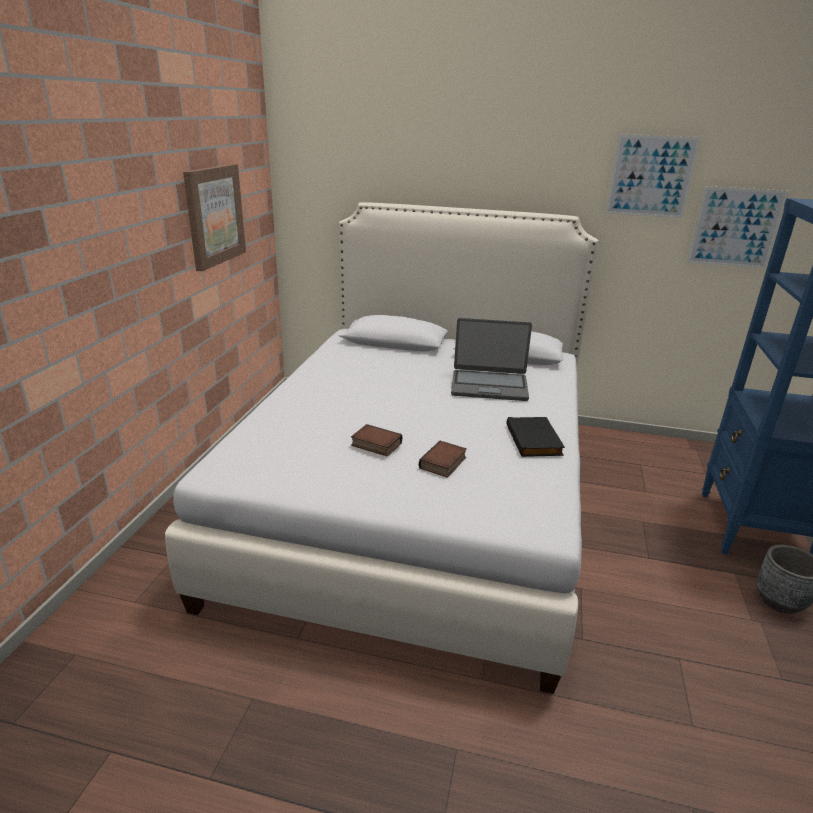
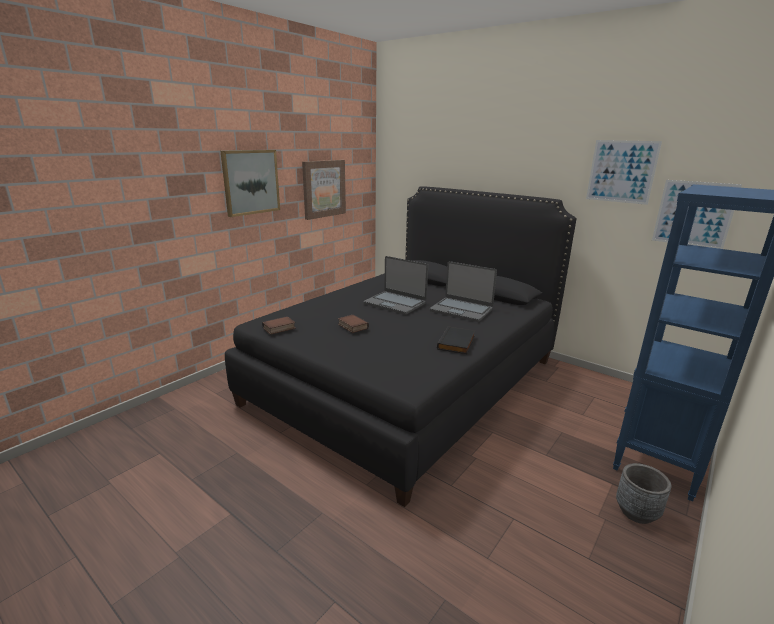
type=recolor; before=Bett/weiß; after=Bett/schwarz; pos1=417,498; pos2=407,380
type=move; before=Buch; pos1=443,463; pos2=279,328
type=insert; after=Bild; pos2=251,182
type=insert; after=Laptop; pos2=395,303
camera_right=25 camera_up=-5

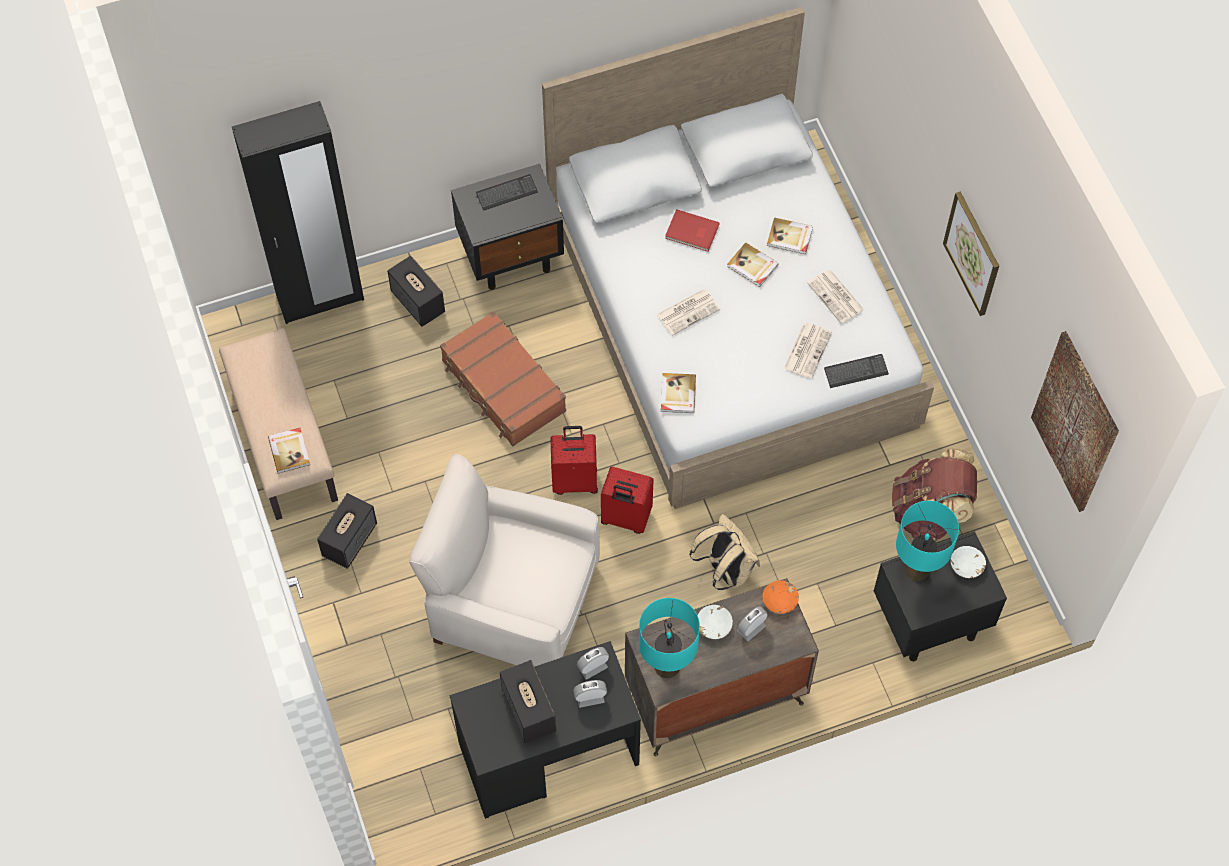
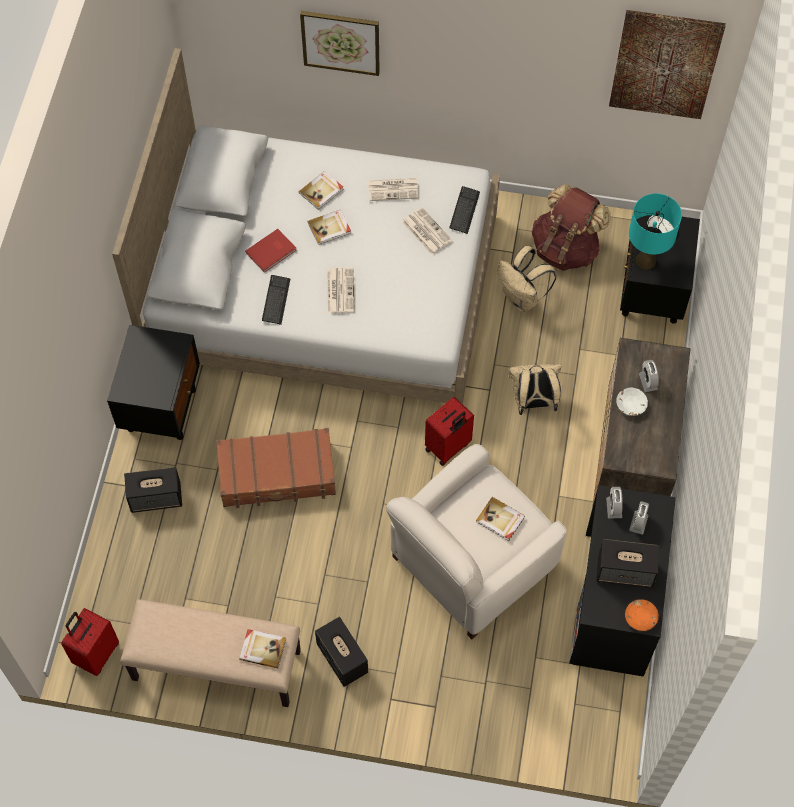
type=delete; before=Kleiderschrank/schwarz; pos1=320,299
type=move; before=Tastatur; pos1=506,193; pos2=276,300
type=move; before=Bild; pos1=972,253; pos2=341,42
type=move; before=Buch; pos1=677,394; pos2=500,520
type=move; before=Koffer/rot; pos1=575,480; pos2=96,653
type=move; before=Schüssel/orange; pos1=780,600; pos2=641,617
type=delete; before=Tischlampe/türkis; pos1=667,666
type=insert; after=Rucksack/beige; pos2=522,298
camera_right=-60 camera_up=0

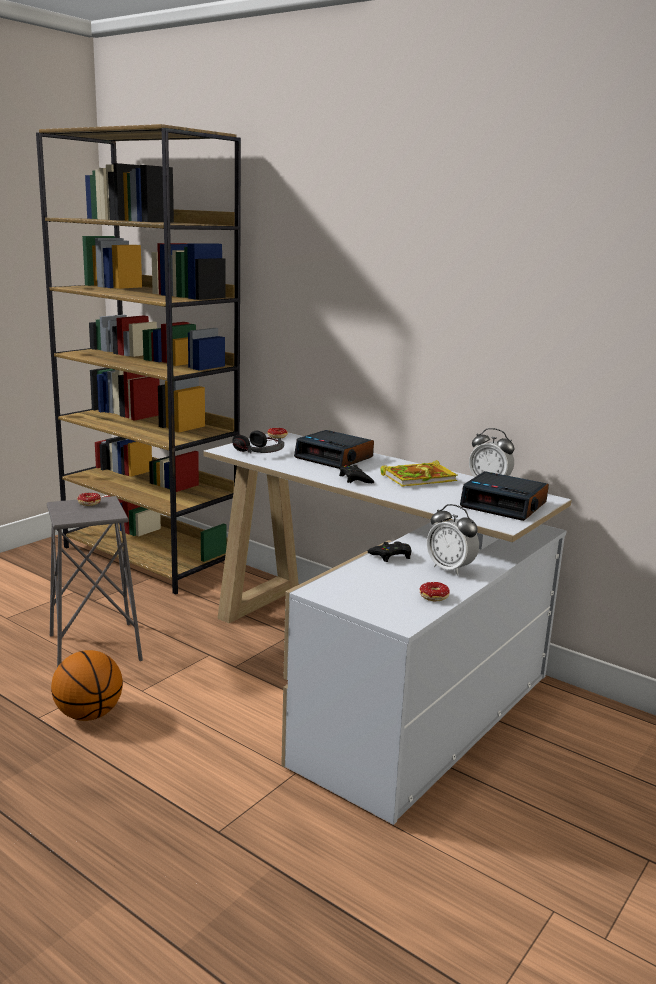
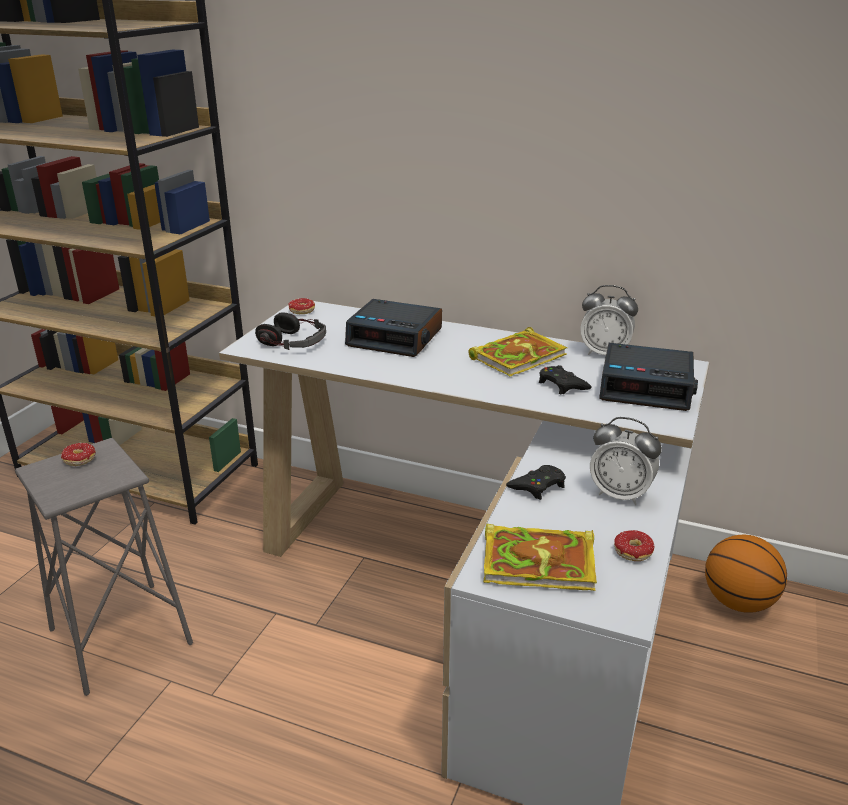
type=move; before=Gamepad/schwarz; pos1=355,479; pos2=562,385
type=move; before=Basketball; pos1=89,714; pos2=738,601
type=insert; after=Buch; pos2=541,562
camera_right=-15 camera_up=10

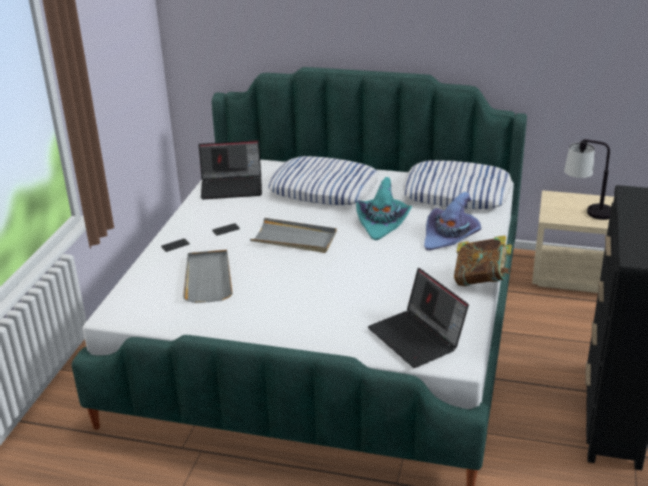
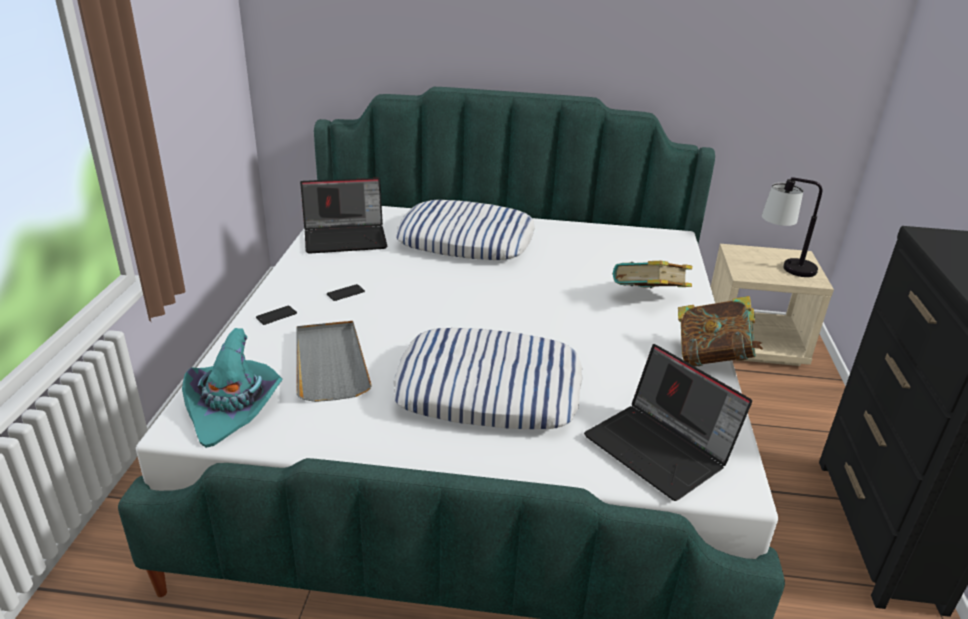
type=move; before=Kissen; pos1=457,193; pos2=489,389
type=move; before=Hut/türkis; pos1=383,223; pos2=233,407
type=replace; before=Hut/lila; after=Buch; pos1=451,237; pos2=648,299
type=delete; before=Tablett/grau; pos1=294,239
camera_right=-10 camera_up=0

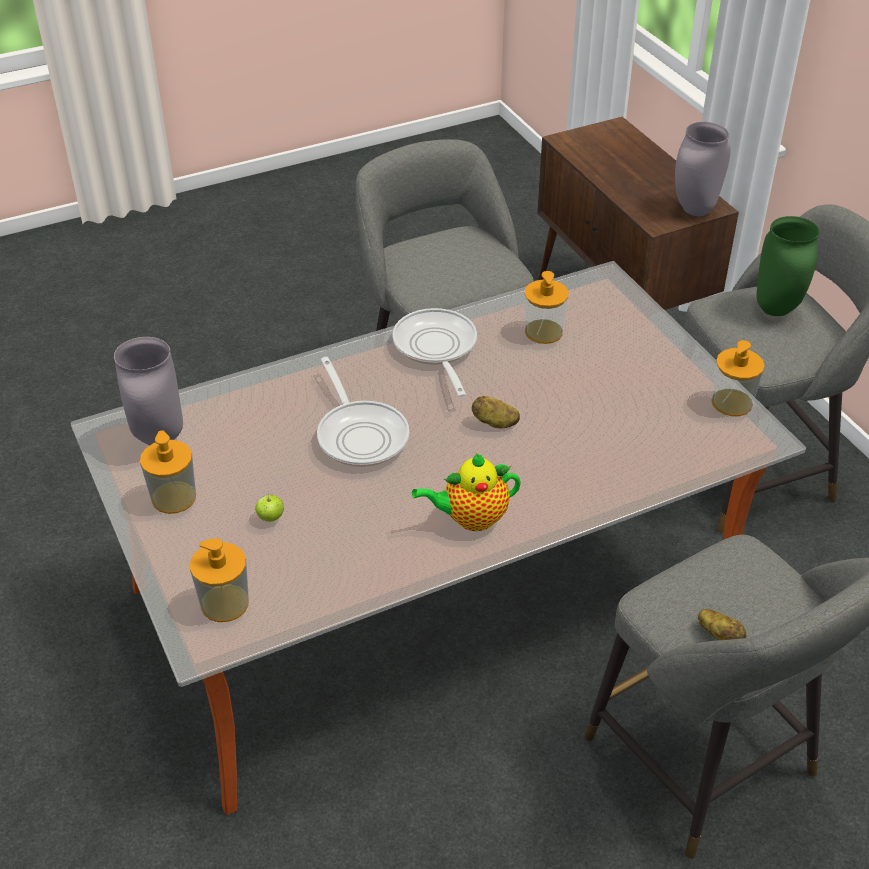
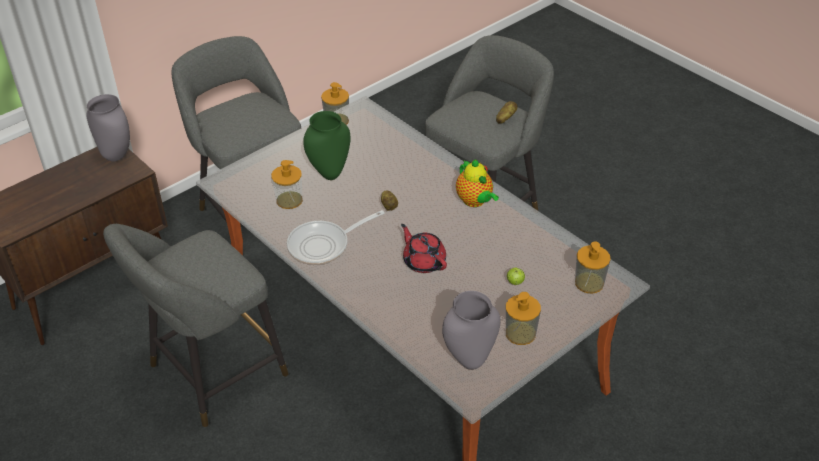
type=move; before=Vase/grün; pos1=775,310; pos2=330,175
type=replace; before=Pfanne; after=Teekanne/rot; pos1=360,434; pos2=424,261
camera_right=-105 camera_up=0

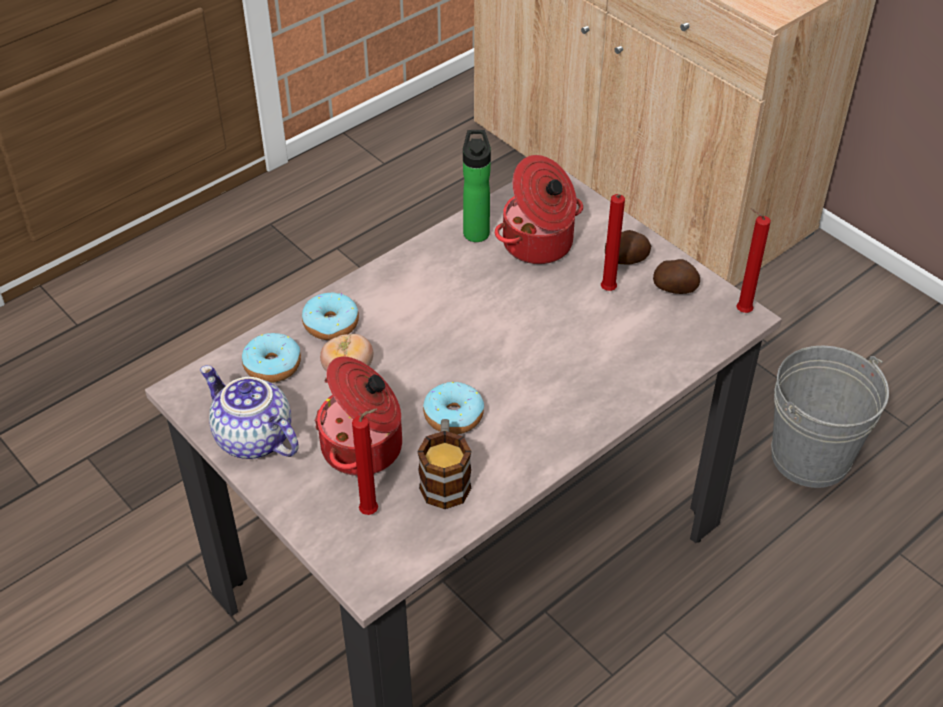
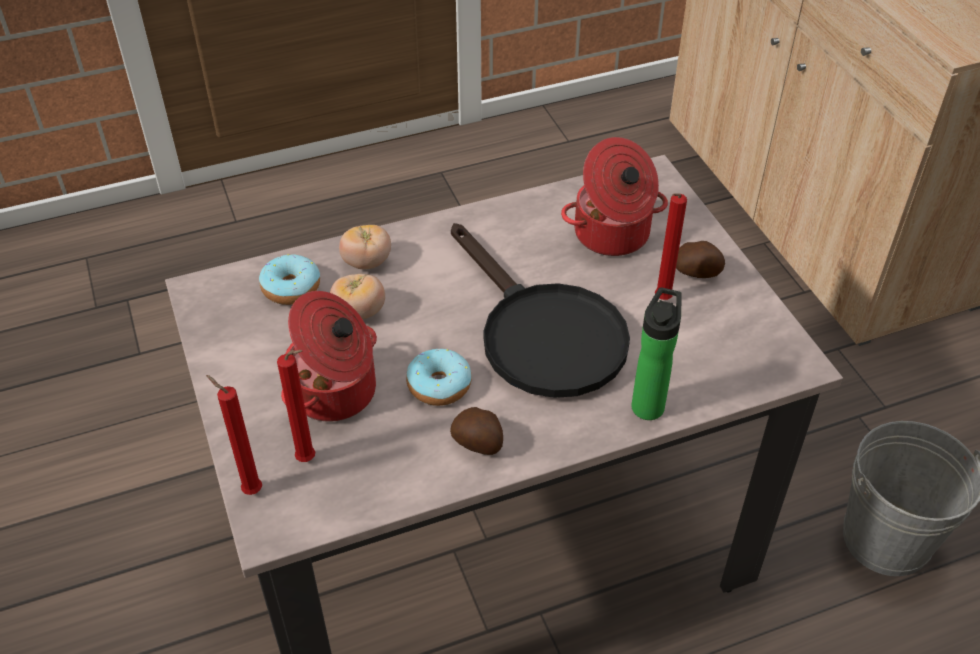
type=move; before=Flasche; pos1=476,231; pos2=649,403
type=move; before=Kerze/rot; pos1=740,311; pos2=249,490
type=move; before=Kartoffel; pos1=675,289; pos2=479,443
type=replace; before=Donut; after=Tomate; pos1=331,324; pos2=367,262
type=delete; before=Teekanne; pos1=252,439
type=delete; before=Henkelbecher; pos1=445,478
type=insert; after=Pfanne/schwarz; pos2=541,334
camera_right=20 camera_up=0

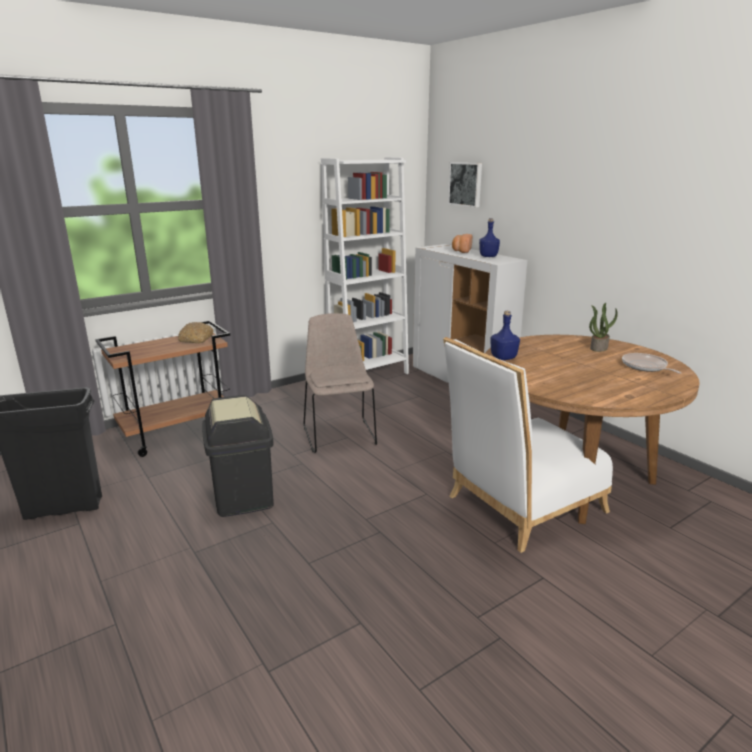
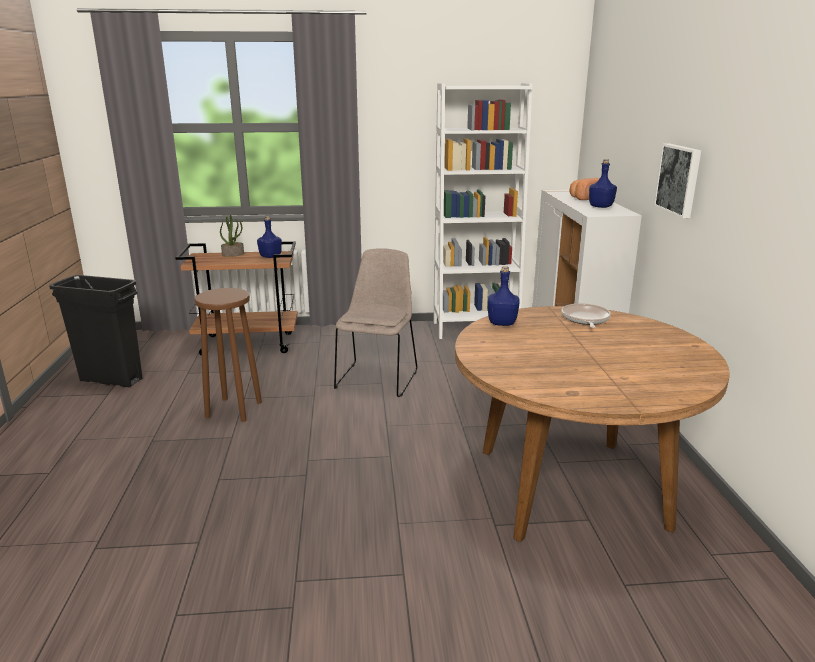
type=move; before=Bild; pos1=466,184; pos2=679,179
type=move; before=Topfpflanze; pos1=598,348; pos2=233,254
type=replace; before=Brot; after=Flasche/blau; pos1=196,339; pos2=270,256
type=delete; before=Stuhl/weiß; pos1=519,507
type=move; before=Pfanne; pos1=645,367; pos2=585,319
type=replace; before=Mülleimer/schwarz; after=Hocker/braun; pos1=242,497; pos2=234,409
camera_right=30 camera_up=0

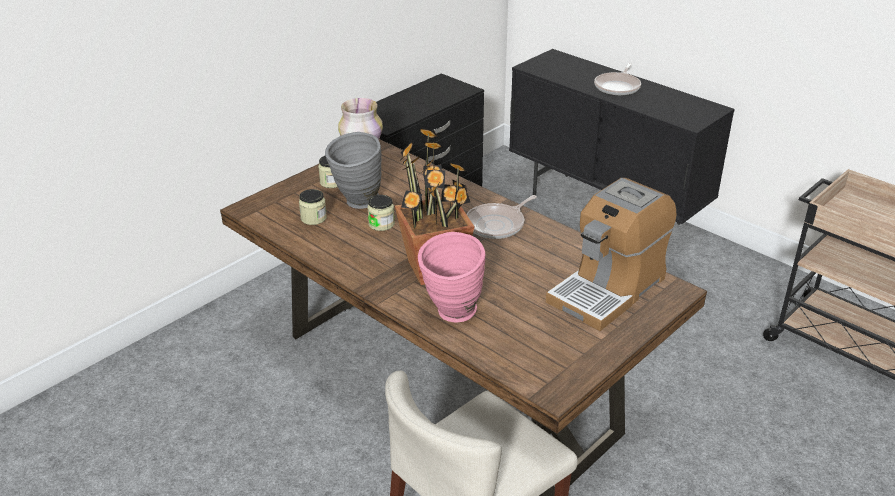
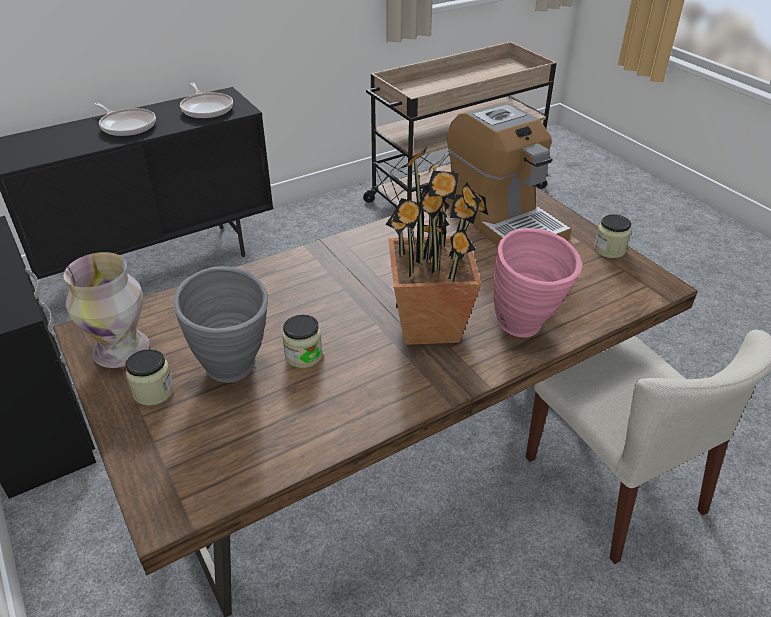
type=move; before=Vorratsglas; pos1=313,218; pos2=609,249
type=move; before=Pfanne; pos1=497,224; pos2=207,109
camera_right=-75 camera_up=5

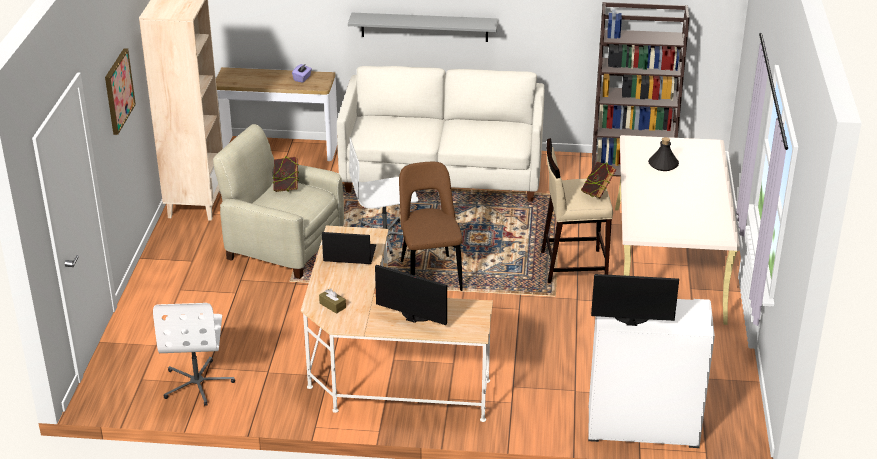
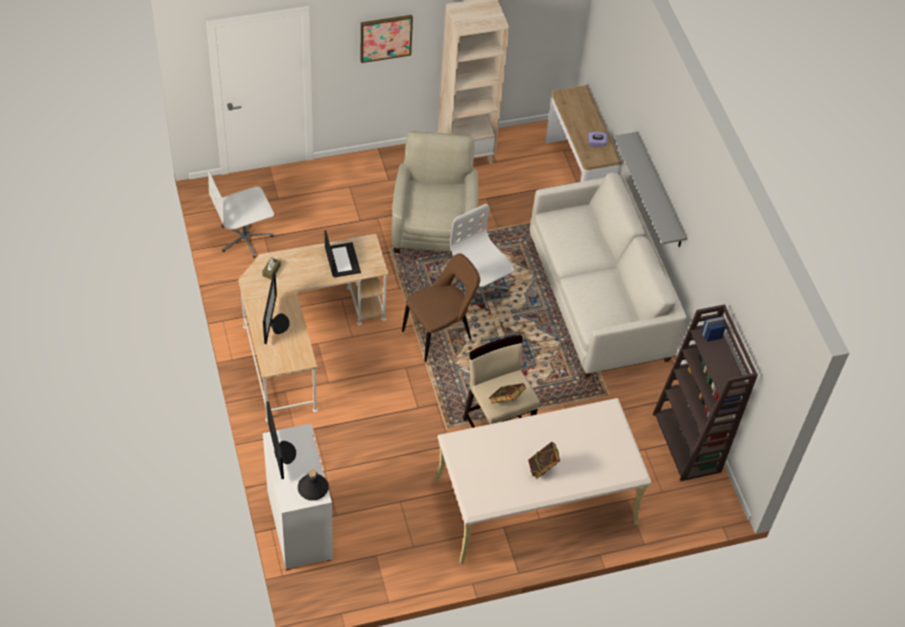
type=move; before=Flasche/schwarz; pos1=663,165; pos2=313,488
type=move; before=Buch; pos1=286,188; pos2=542,468
camera_right=65 camera_up=20

